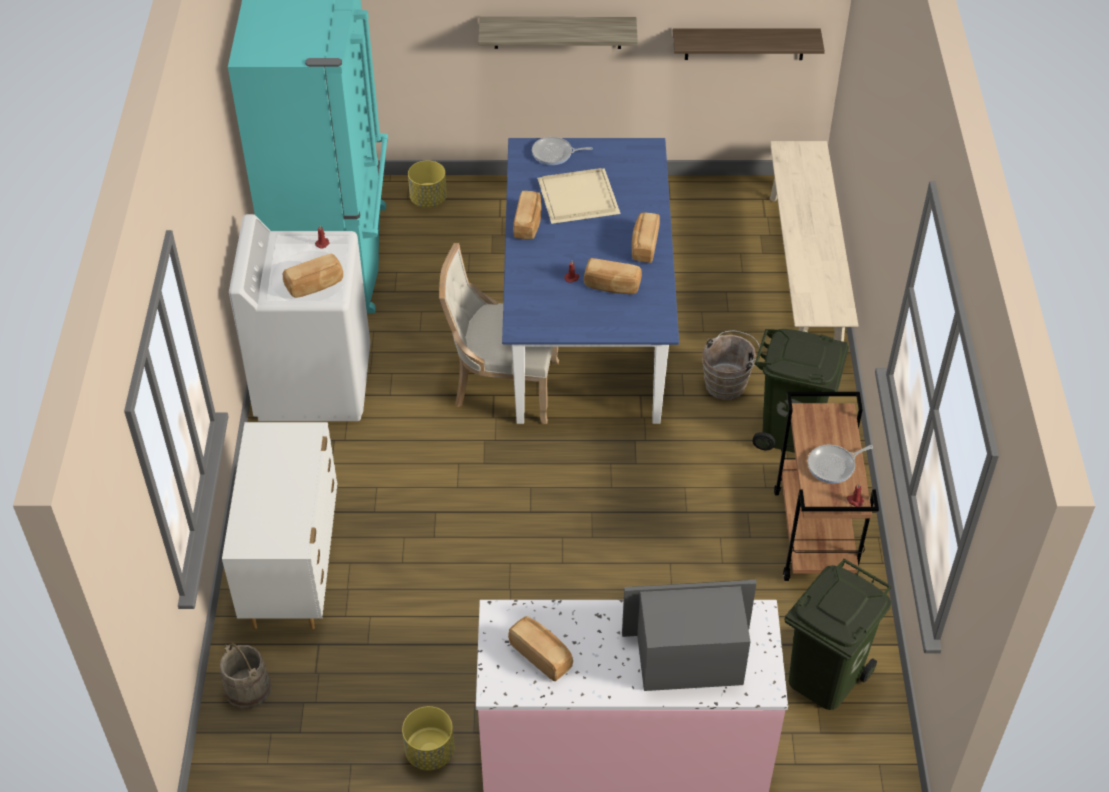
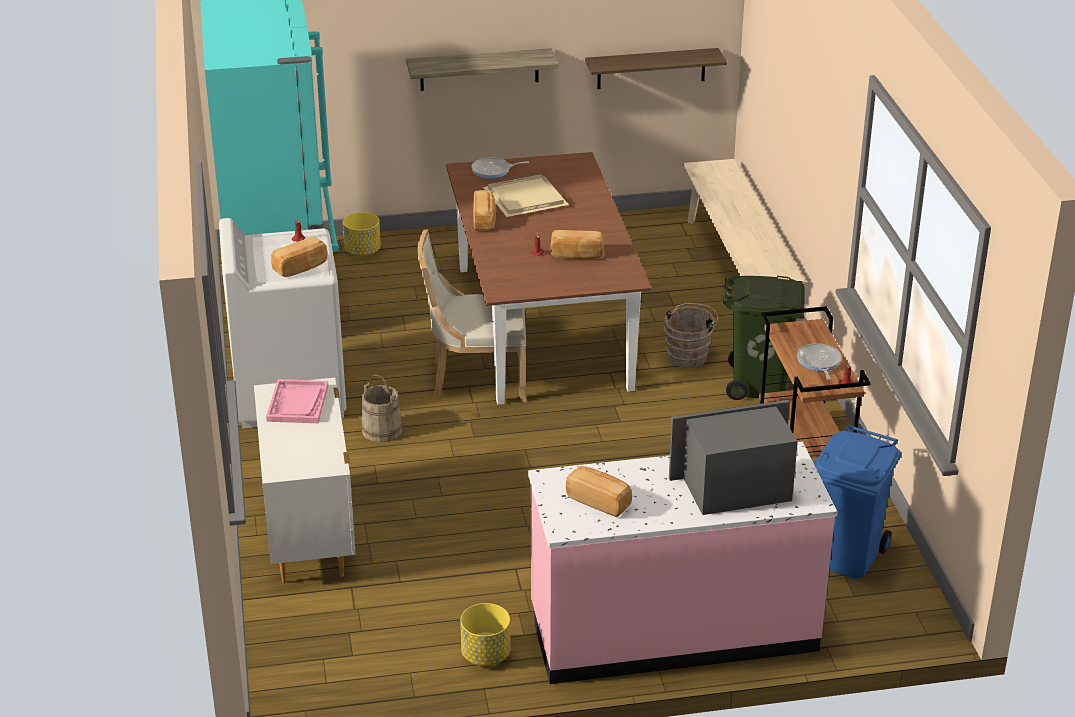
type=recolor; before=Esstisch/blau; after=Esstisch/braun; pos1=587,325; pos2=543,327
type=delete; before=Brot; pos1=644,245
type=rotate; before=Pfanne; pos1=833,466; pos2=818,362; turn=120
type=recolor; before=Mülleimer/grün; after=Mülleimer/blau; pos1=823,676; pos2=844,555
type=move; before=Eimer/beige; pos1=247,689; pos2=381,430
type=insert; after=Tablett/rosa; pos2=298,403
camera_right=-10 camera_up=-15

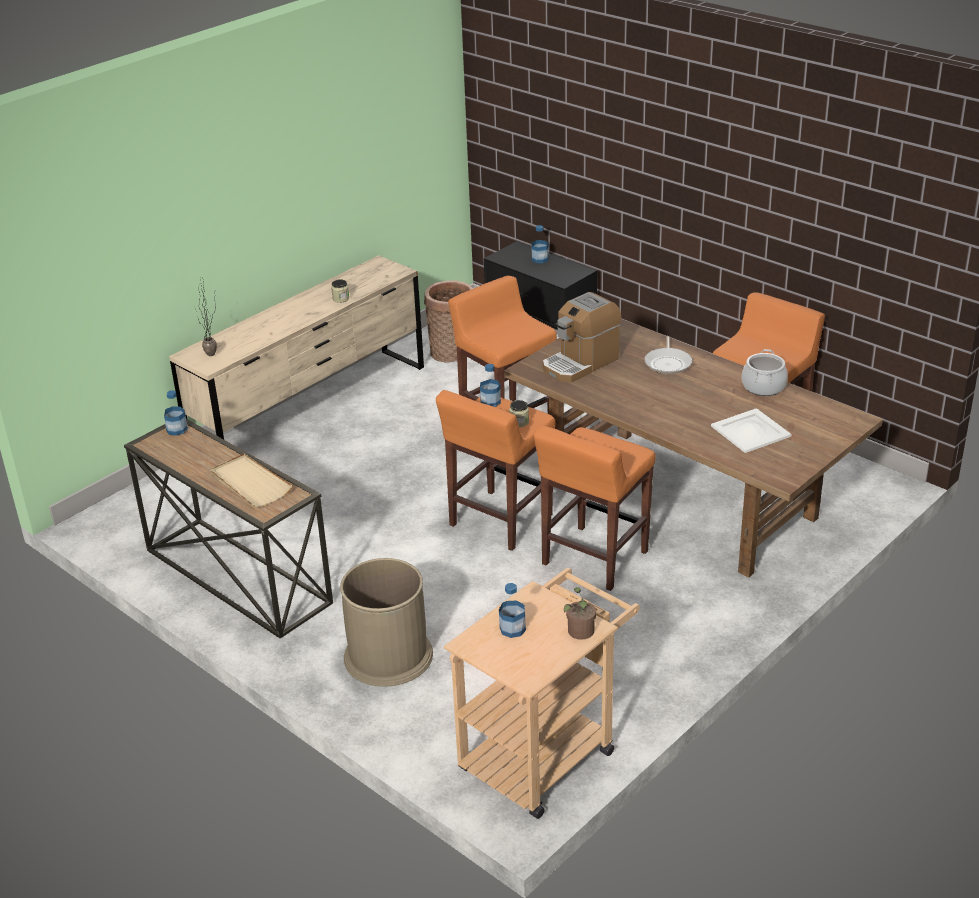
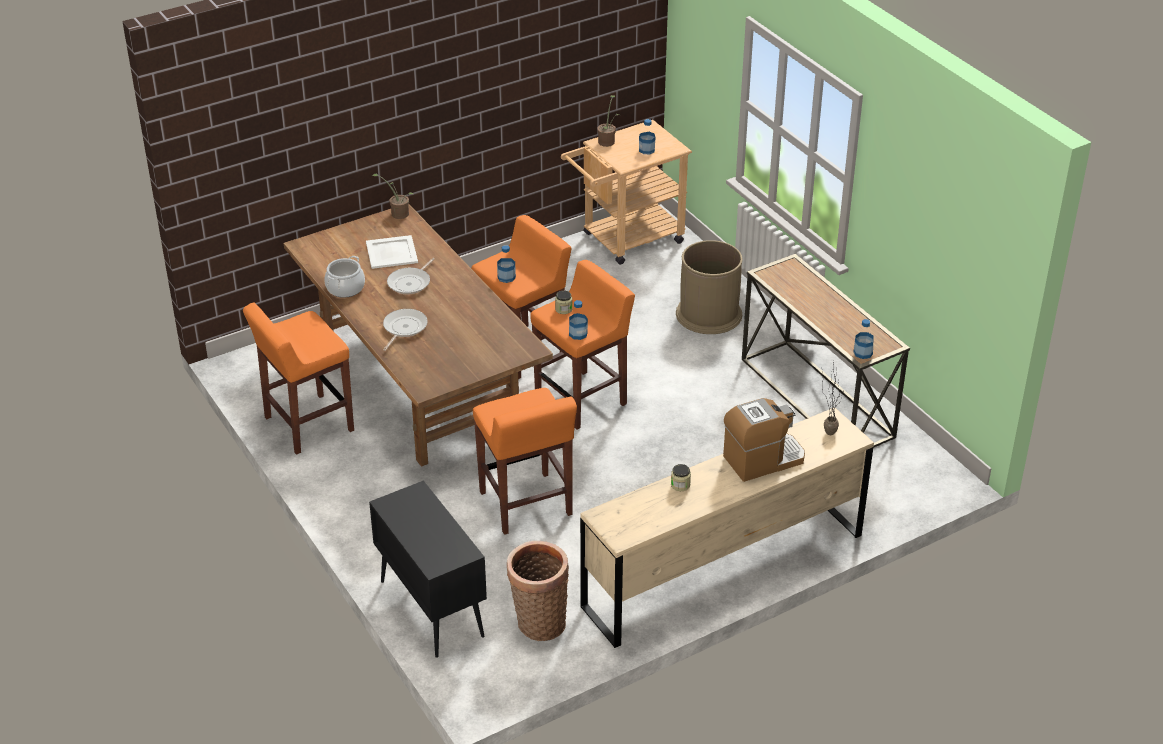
type=move; before=Flasche; pos1=540,259; pos2=506,277
type=move; before=Kaffeemaschine; pos1=580,363; pos2=763,459
type=delete; before=Tablett/beige; pos1=250,483
type=insert; after=Topfpflanze; pos2=397,213
type=insert; after=Pfanne; pos2=411,283
camera_right=-165 camera_up=5

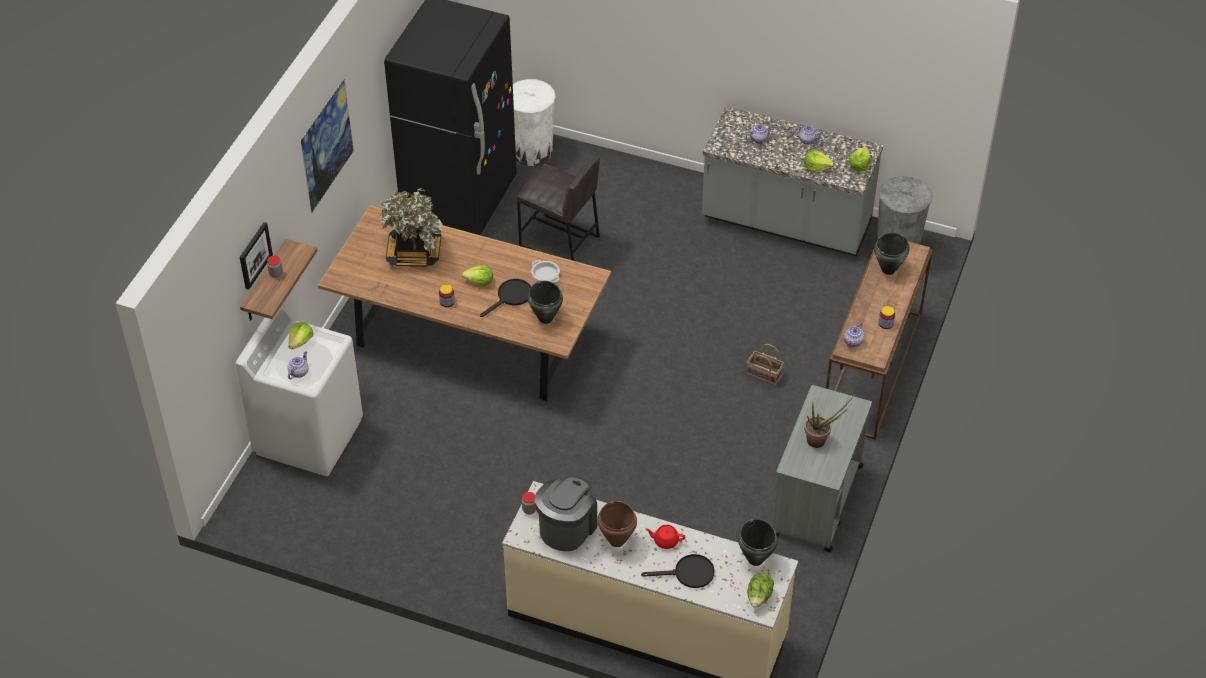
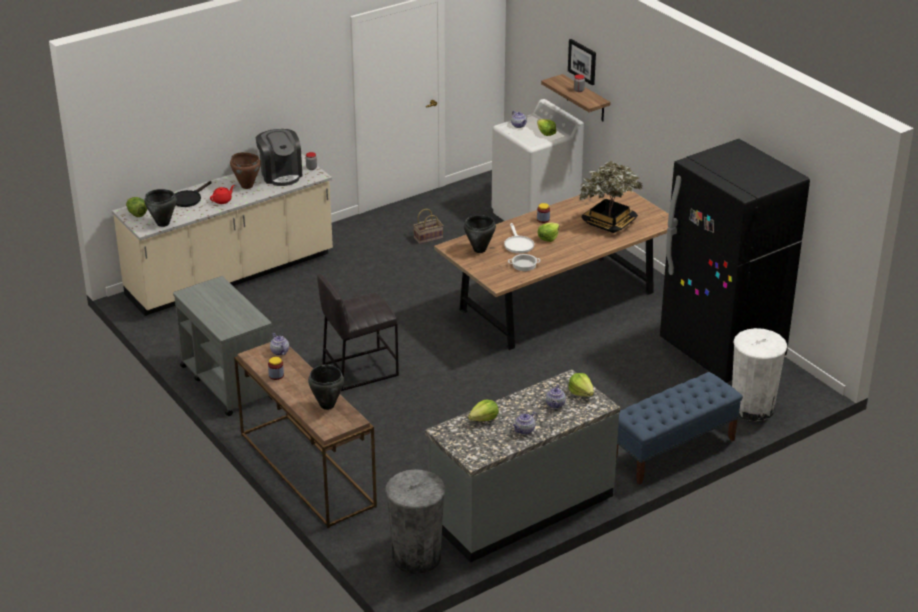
type=delete; before=Bild; pos1=330,164
type=move; before=Salatkopf; pos1=859,165; pos2=581,392
type=move; before=Hocker/grau; pos1=559,242; pos2=359,369
type=recolor; before=Pfanne/schwarz; after=Pfanne/weiß; pos1=511,297; pos2=517,244
type=move; before=Korb; pos1=763,375; pos2=428,238
type=delete; before=Topfpflanze; pos1=820,440
type=insert; after=Bank/blau; pos2=672,450
camera_right=125 camera_up=-15

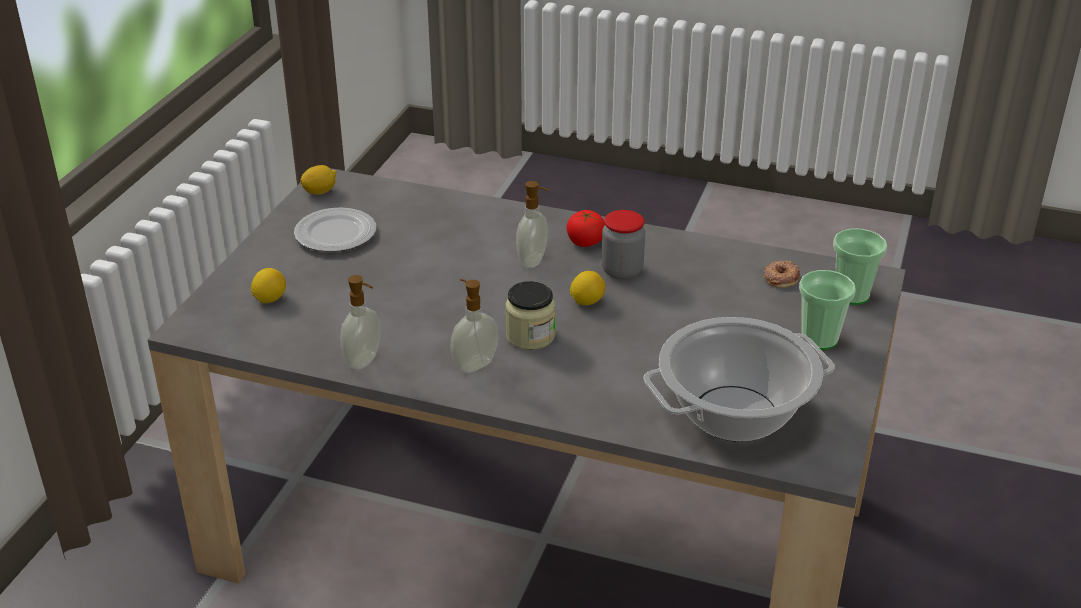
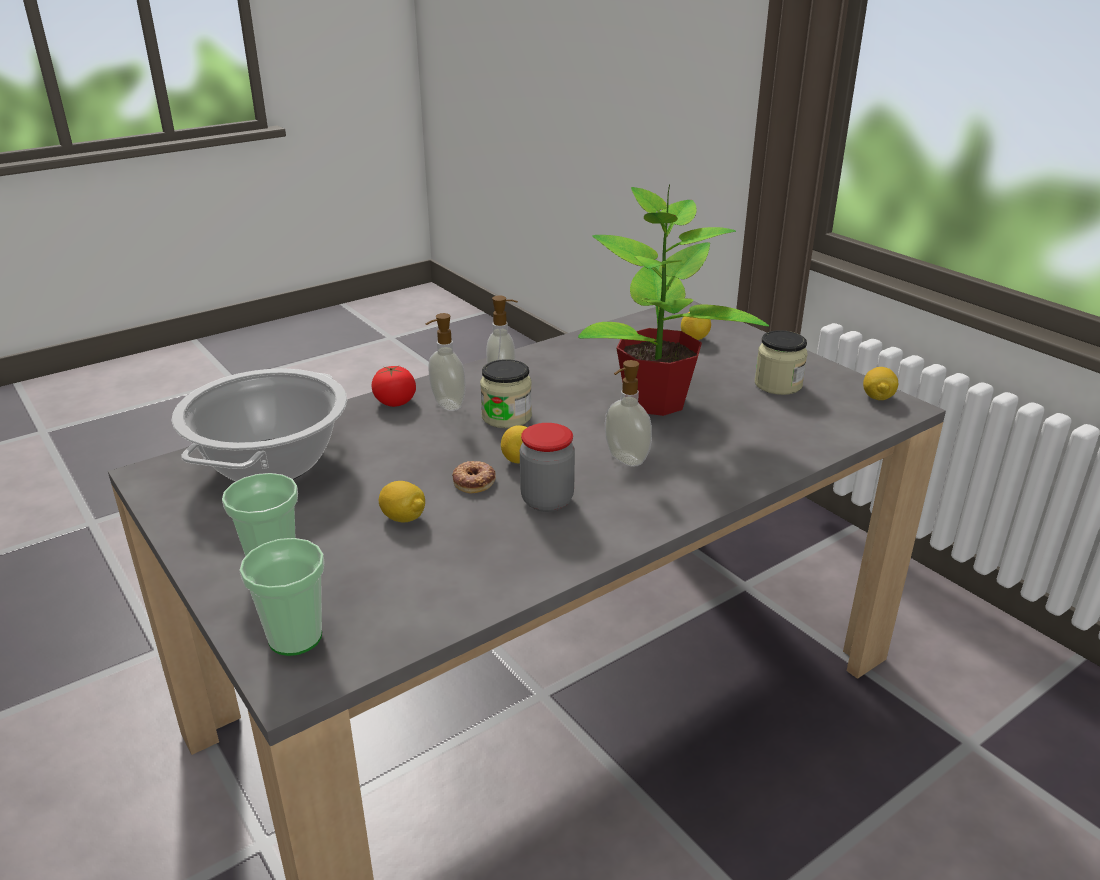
type=replace; before=Teller; after=Vorratsglas; pos1=336,234; pos2=778,384
type=move; before=Tomate; pos1=585,242; pos2=395,402
type=move; before=Donut; pos1=780,278; pos2=474,481
type=move; before=Seifenspender; pos1=364,360; pos2=447,405
type=insert; after=Topfpflanze; pos2=656,402
type=insert; after=Zitrone; pos2=403,517
camera_right=125 camera_up=-5

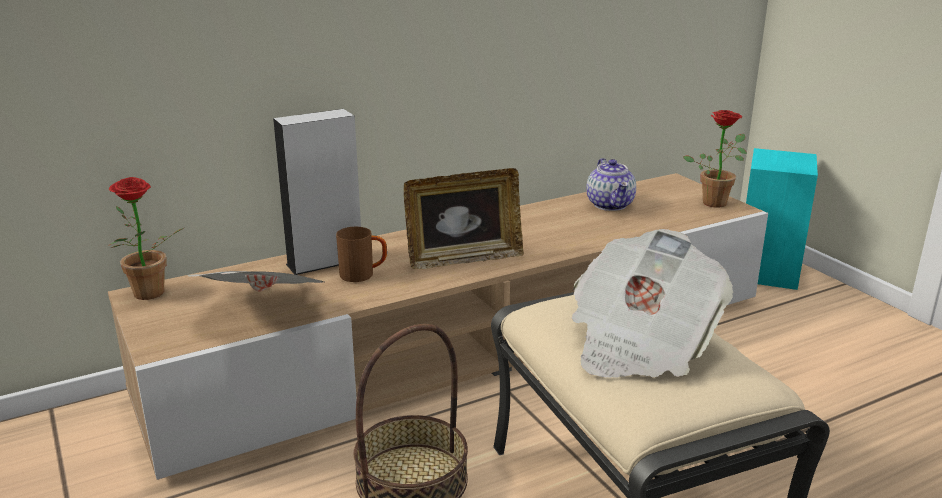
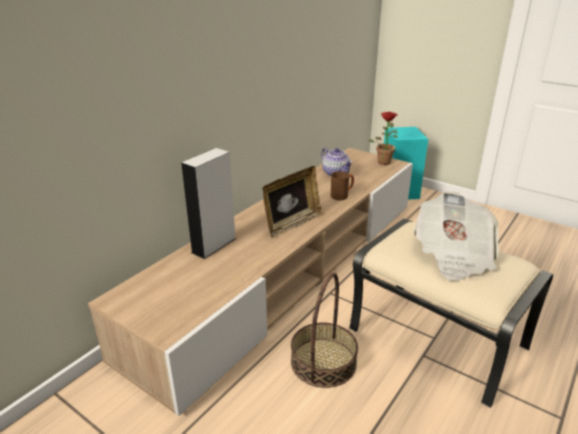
type=delete; before=Topfpflanze; pos1=149,296
type=move; before=Henkelbecher/braun; pos1=363,275; pos2=342,196
type=delete; before=Zeitung; pos1=266,310
camera_right=-25 camera_up=5

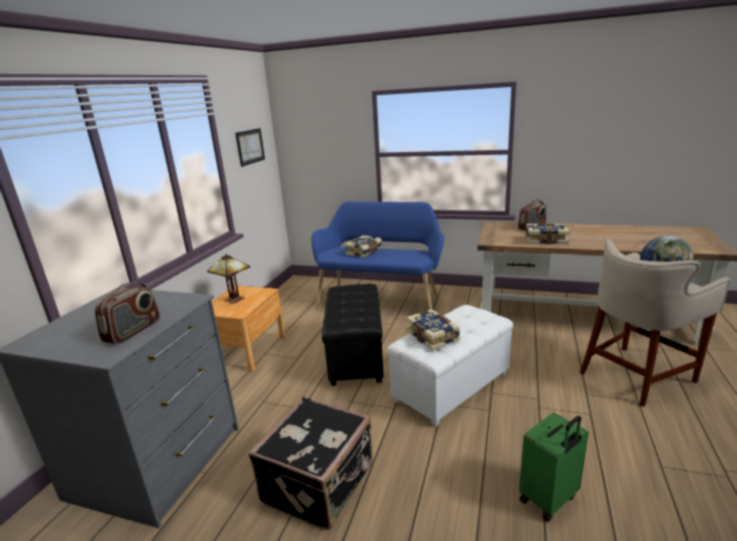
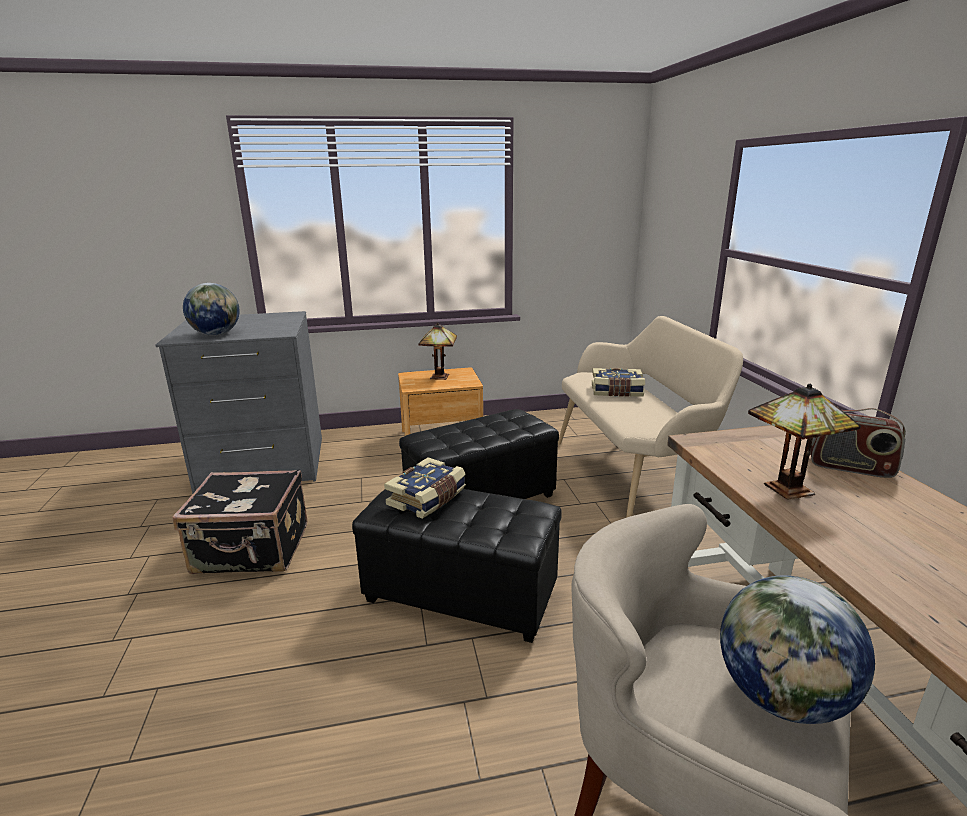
type=delete; before=Bild; pos1=250,146
type=recolor; before=Bank/blau; after=Bank/beige; pos1=380,301; pos2=632,476
type=replace; before=Buch; after=Tischlampe; pos1=545,240; pos2=787,491
type=replace; before=Radio; after=Globus; pos1=133,331; pos2=216,334
type=recolor; before=Polsterhocker/weiß; after=Polsterhocker/schwarz; pos1=451,387; pos2=461,594
type=delete; before=Koffer/grün; pos1=549,499
camera_right=60 camera_up=0

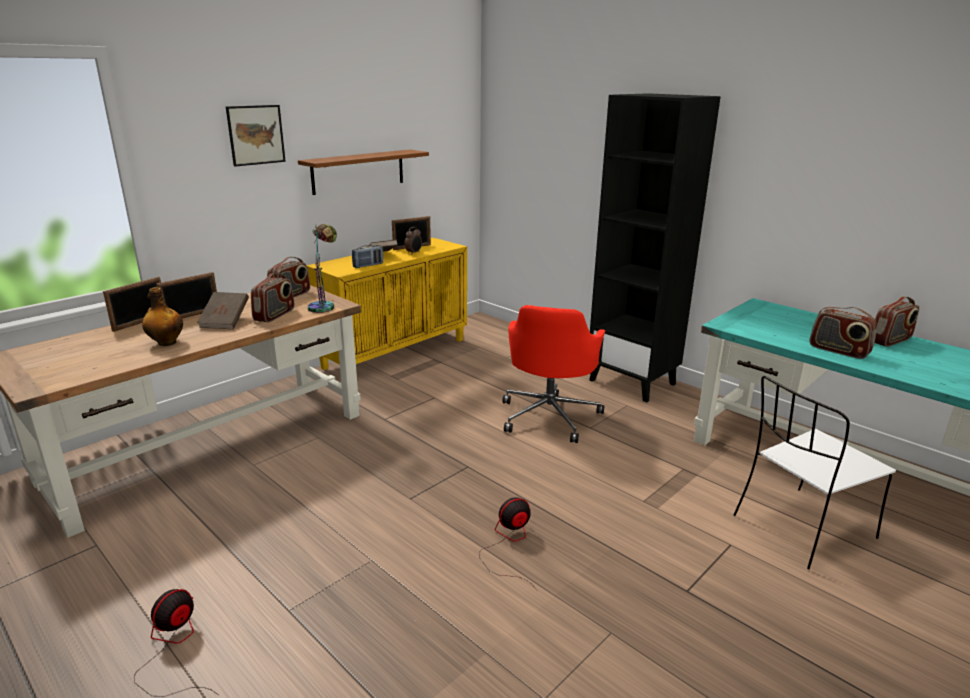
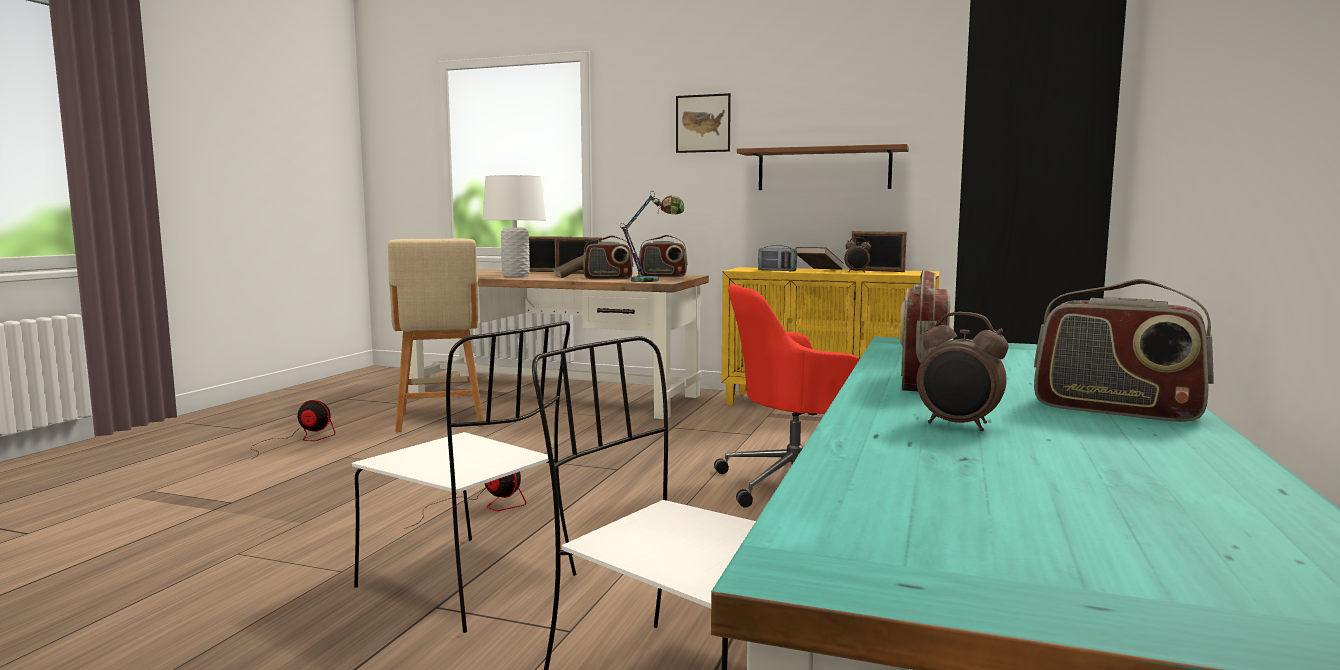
type=replace; before=Flasche; after=Tischlampe/weiß; pos1=166,343; pos2=516,276
type=insert; after=Hocker/beige; pos2=440,420
type=insert; after=Wecker; pos2=958,426
type=insert; after=Stuhl/weiß; pos2=471,583
camera_right=65 camera_up=-15

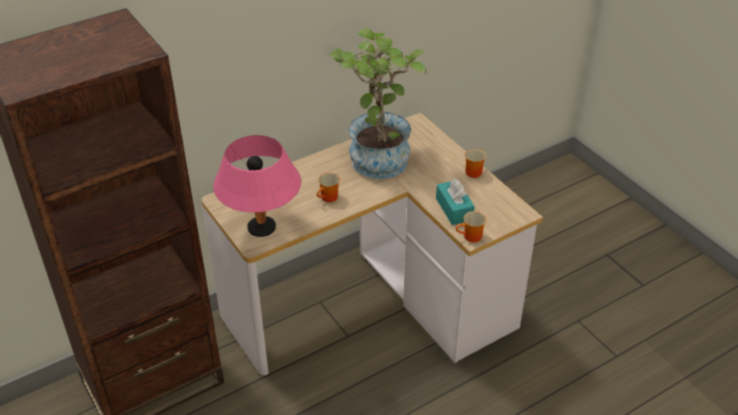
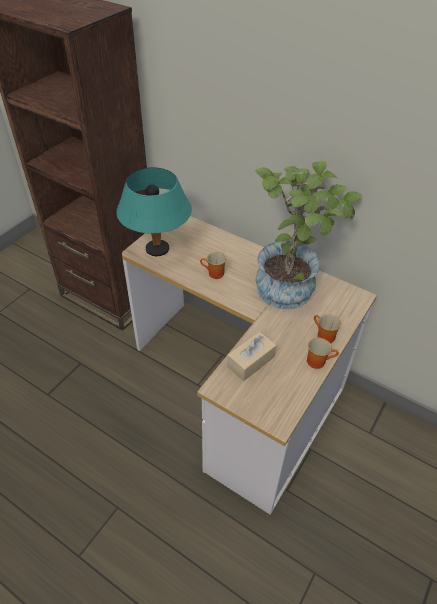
type=recolor; before=Tischlampe/rosa; after=Tischlampe/türkis; pos1=261,228; pos2=157,249
type=recolor; before=Taschentuchbox/türkis; after=Taschentuchbox/beige; pos1=454,209; pos2=251,361
type=move; before=Henkelbecher; pos1=471,237; pos2=323,336
camera_right=65 camera_up=5

